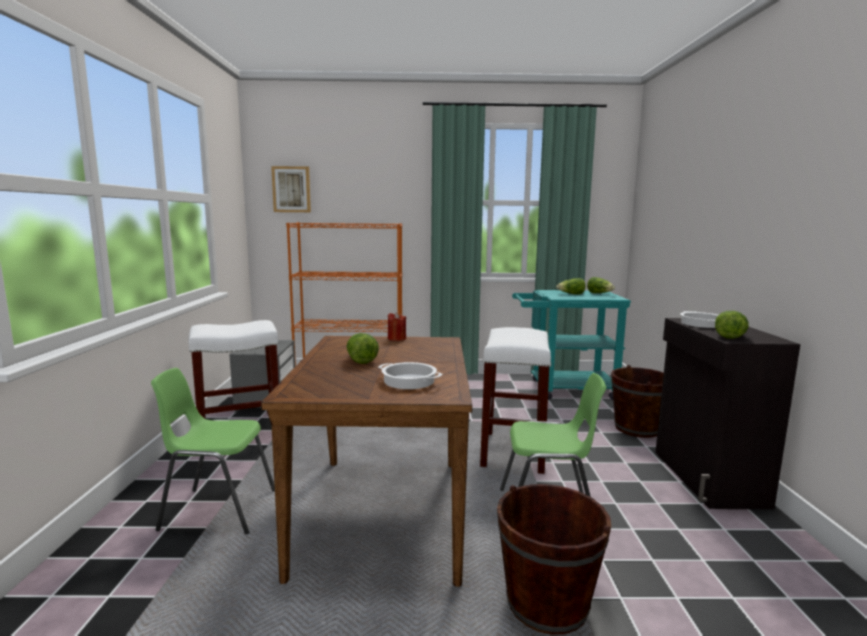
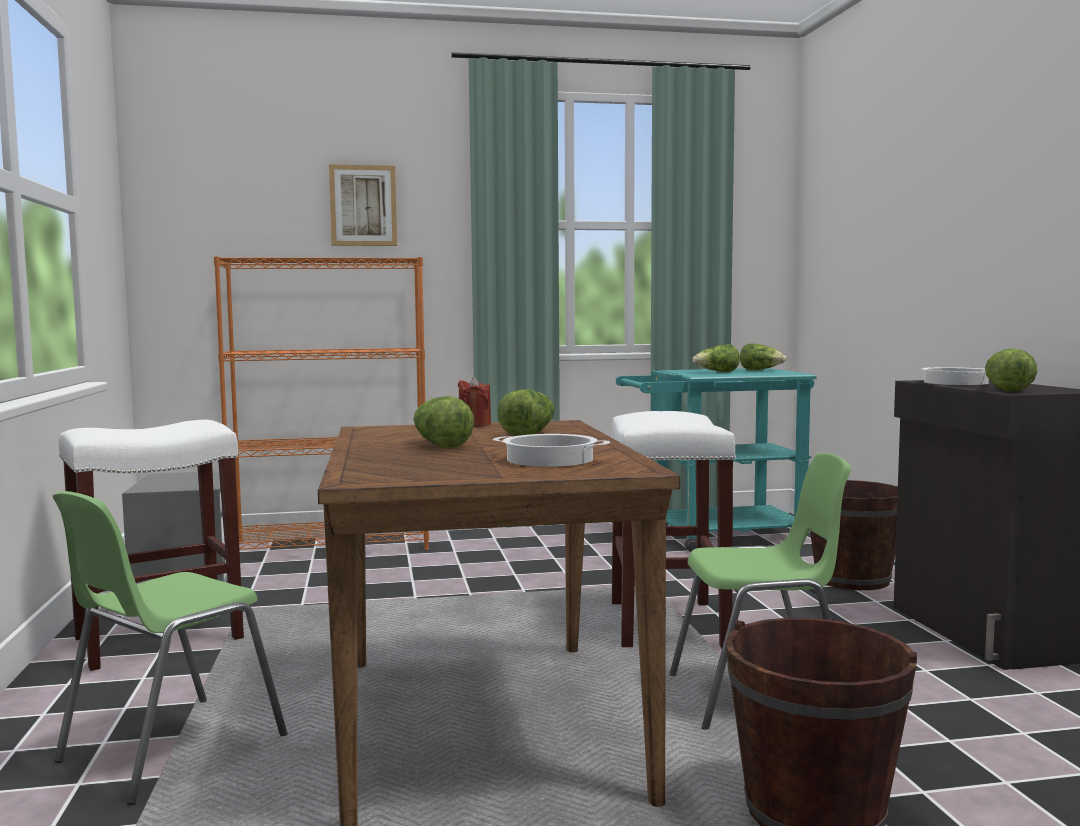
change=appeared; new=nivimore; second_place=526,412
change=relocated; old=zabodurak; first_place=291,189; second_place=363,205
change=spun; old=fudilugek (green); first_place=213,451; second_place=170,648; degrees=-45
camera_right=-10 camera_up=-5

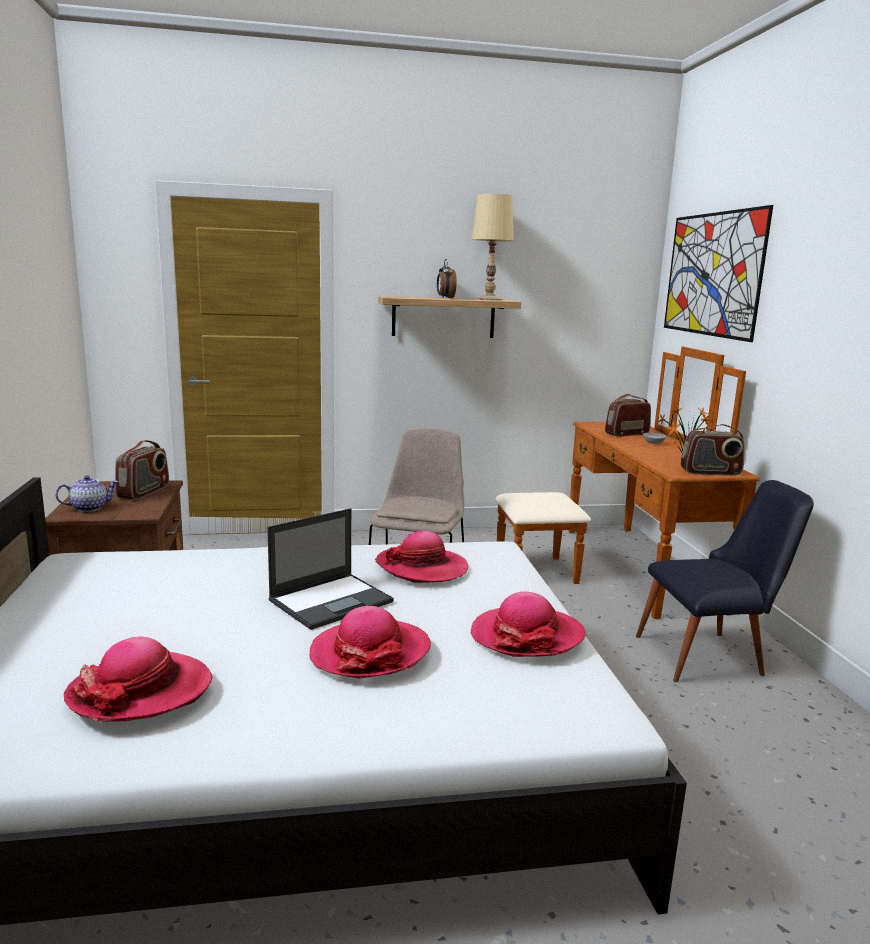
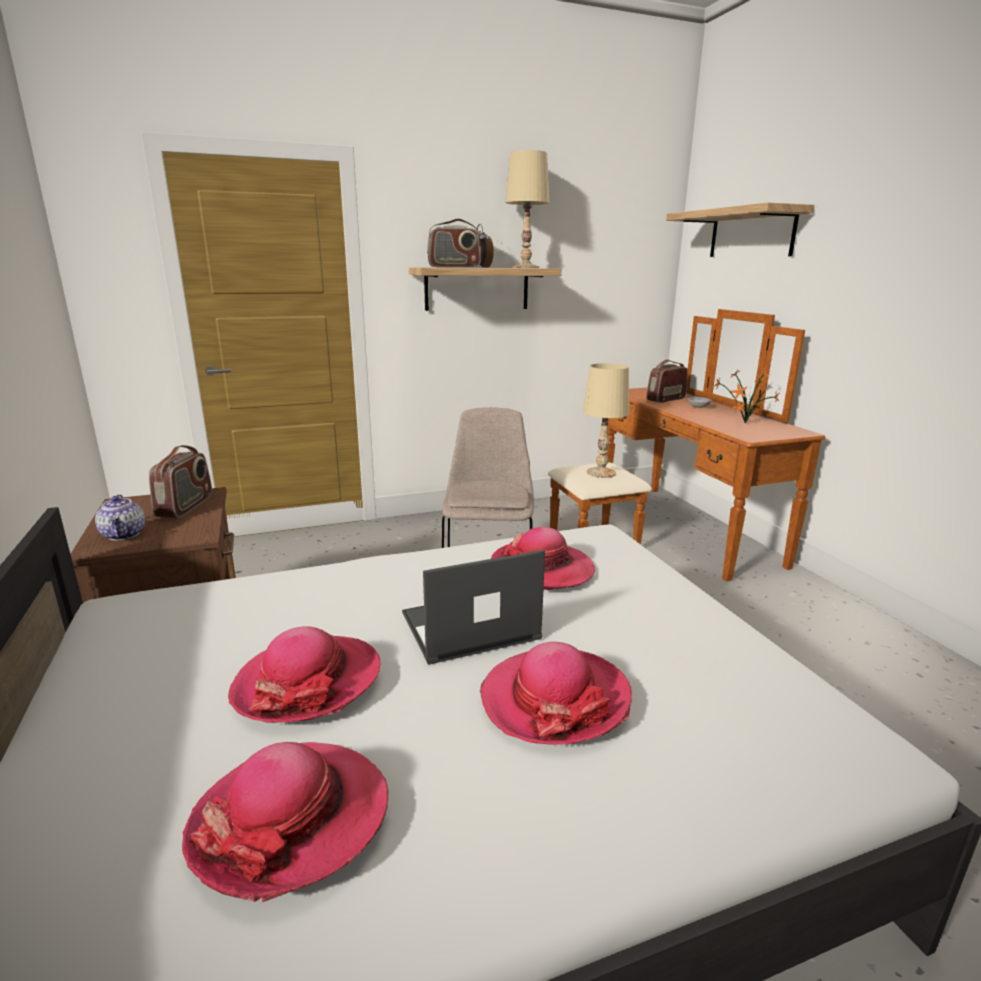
change=missing; old=fudilugek (black); first_place=725,581
change=appeared; new=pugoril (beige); second_place=606,420
change=relocated; old=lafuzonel; first_place=528,624; second_place=304,674
change=relocated; old=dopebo; first_place=713,450; second_place=454,243
change=exchanged; old=zabodurak; new=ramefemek; first_place=718,273; second_place=740,230
change=spun; old=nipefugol; first_place=87,493; second_place=120,518; degrees=105
change=spun; old=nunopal; first_place=330,569; second_place=473,607; degrees=-150
camera_right=-10 camera_up=5

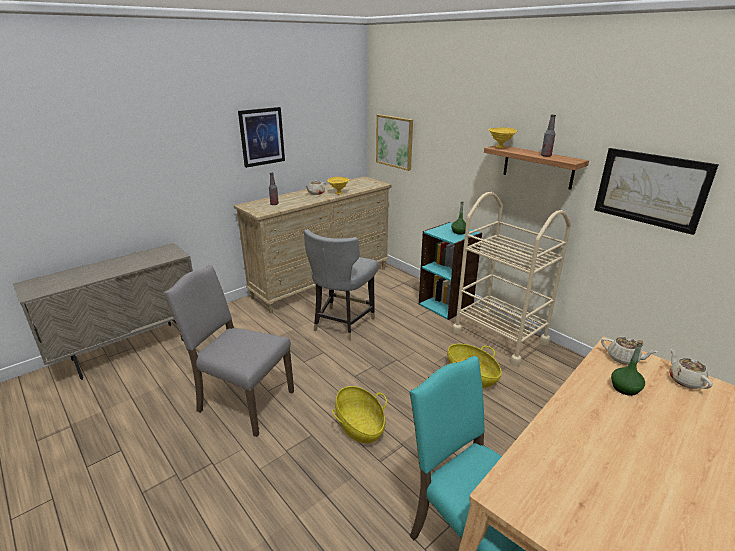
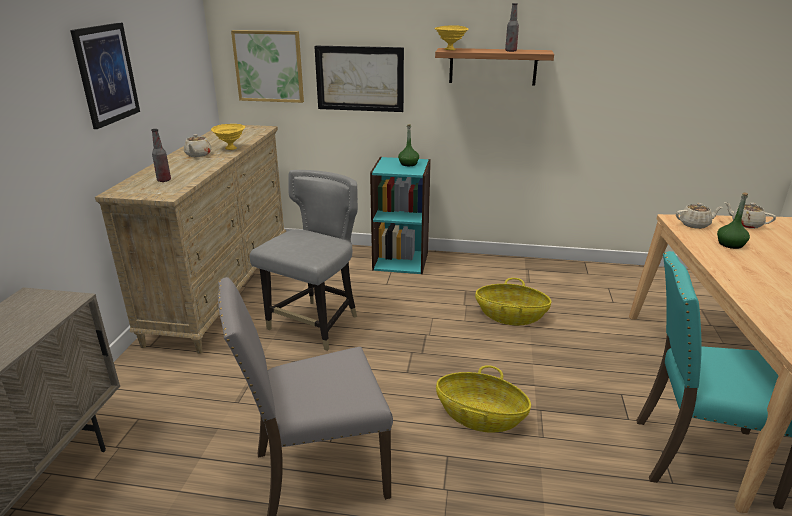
change=missing; old=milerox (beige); first_place=511,279
change=relocated; old=zabodurak; first_place=656,191; second_place=359,79
change=spun; old=fudilugek (grey); first_place=341,284; second_place=304,260; degrees=-135
camera_right=-40 camera_up=0

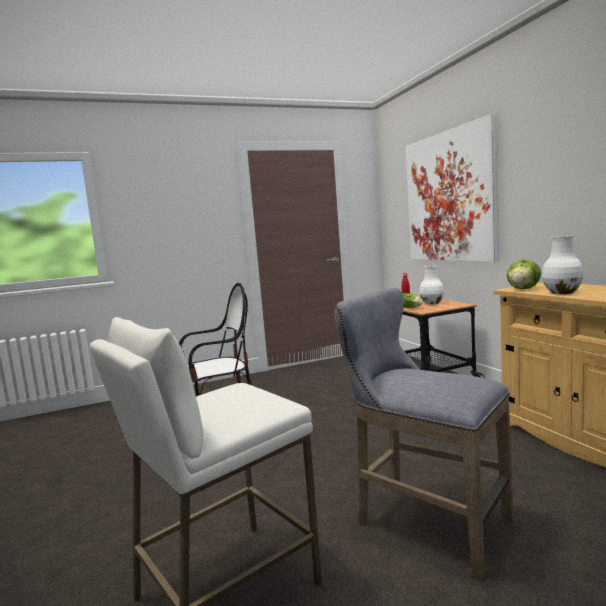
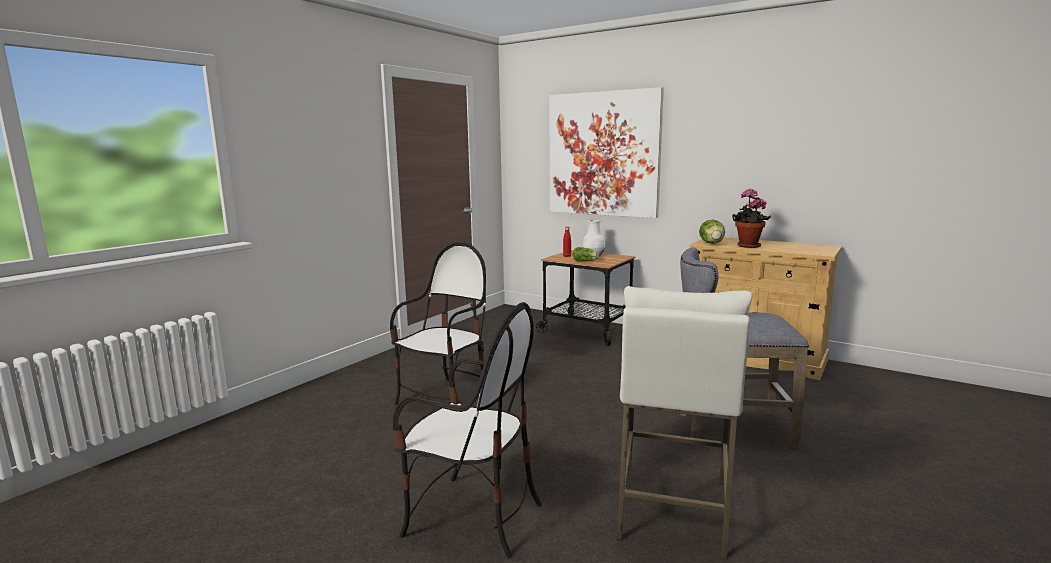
change=appeared; new=fudilugek; second_place=467,430
change=exchanged; old=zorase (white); new=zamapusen; first_place=563,264; second_place=751,218
camera_right=-35 camera_up=5

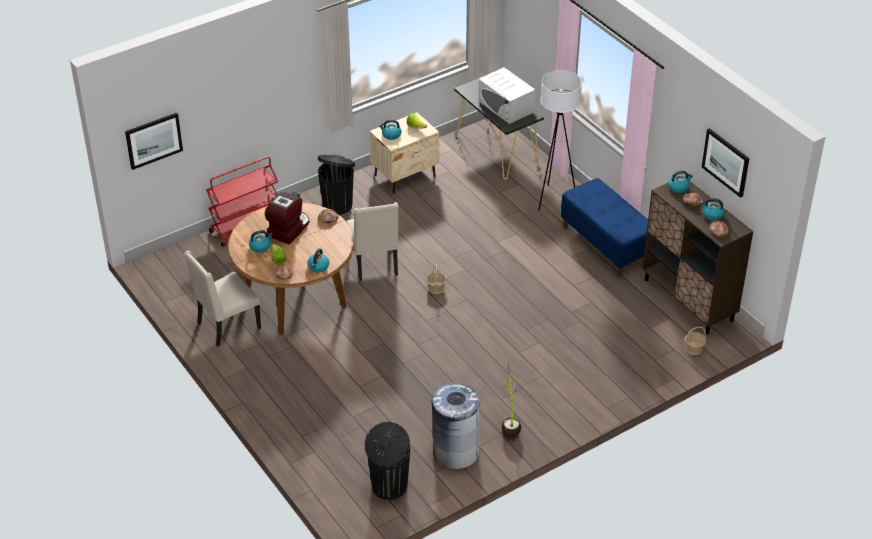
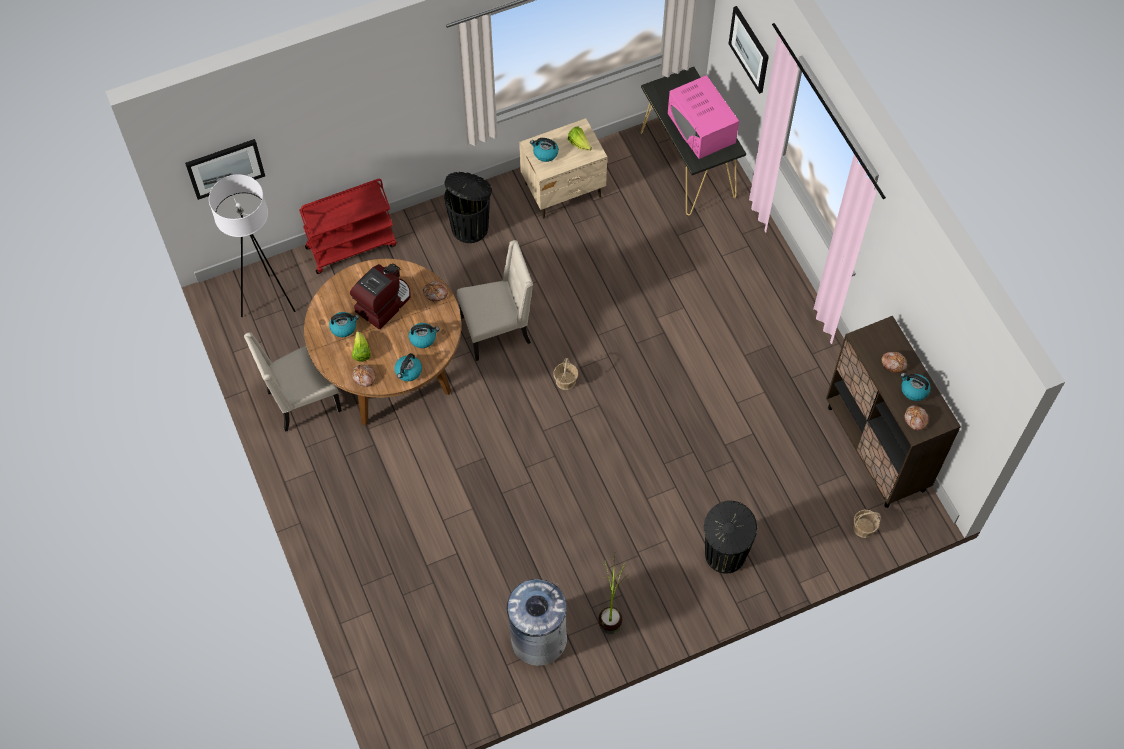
change=missing; old=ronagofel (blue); first_place=604,227
change=relocated; old=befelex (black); first_place=387,461; second_place=730,537
change=relocated; old=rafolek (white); first_place=560,140; second_place=252,245
change=relocated; old=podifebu; first_place=680,182; second_place=424,335
change=relocated; old=zabodurak; first_place=725,163; second_place=749,50
change=colour; old=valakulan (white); new=valakulan (pink); first_place=507,95; second_place=703,117
change=spun; old=fudilugek (beige); first_place=372,241; second_place=495,300; degrees=-105
camera_right=10 camera_up=20

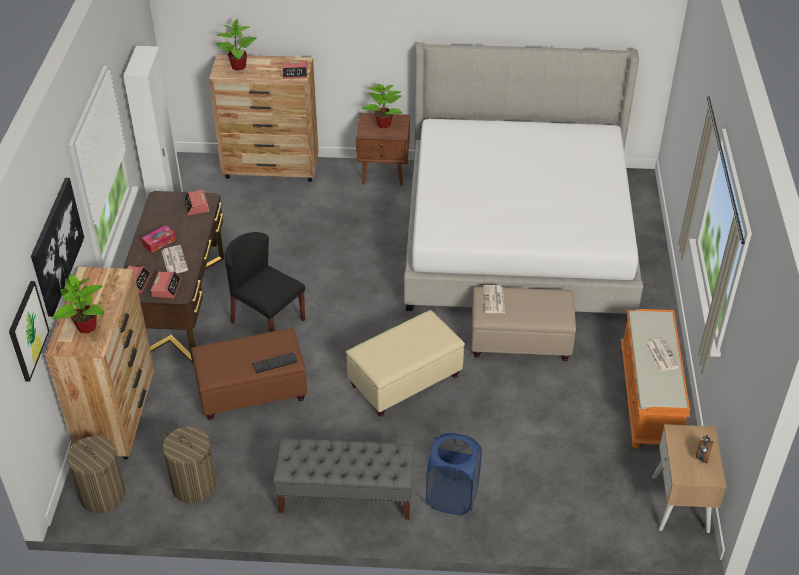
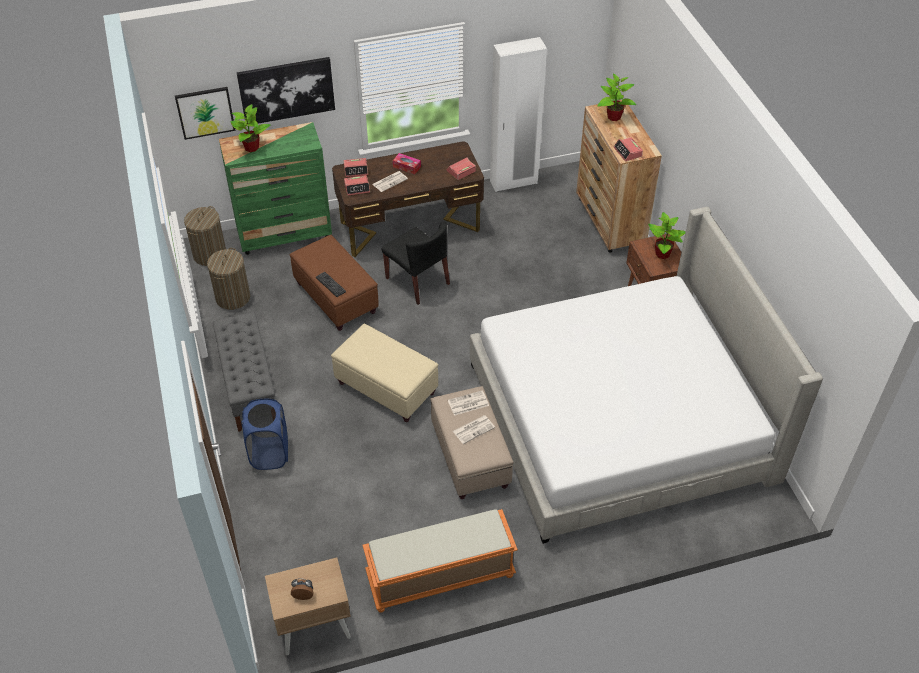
change=relocated; old=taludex; first_place=662,354; second_place=474,429
change=colour; old=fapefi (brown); new=fapefi (green); first_place=100,363; second_place=275,188
change=spun; old=fudilugek (black); first_place=265,282; second_place=416,263; degrees=120
camera_right=70 camera_up=5

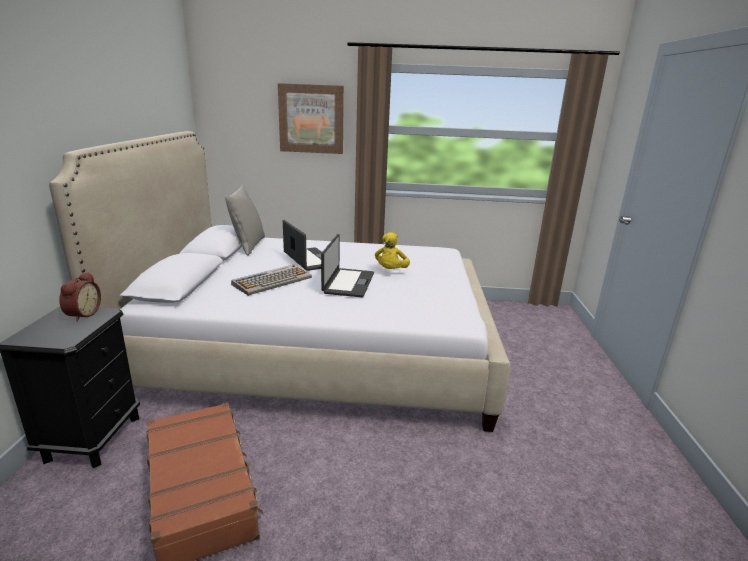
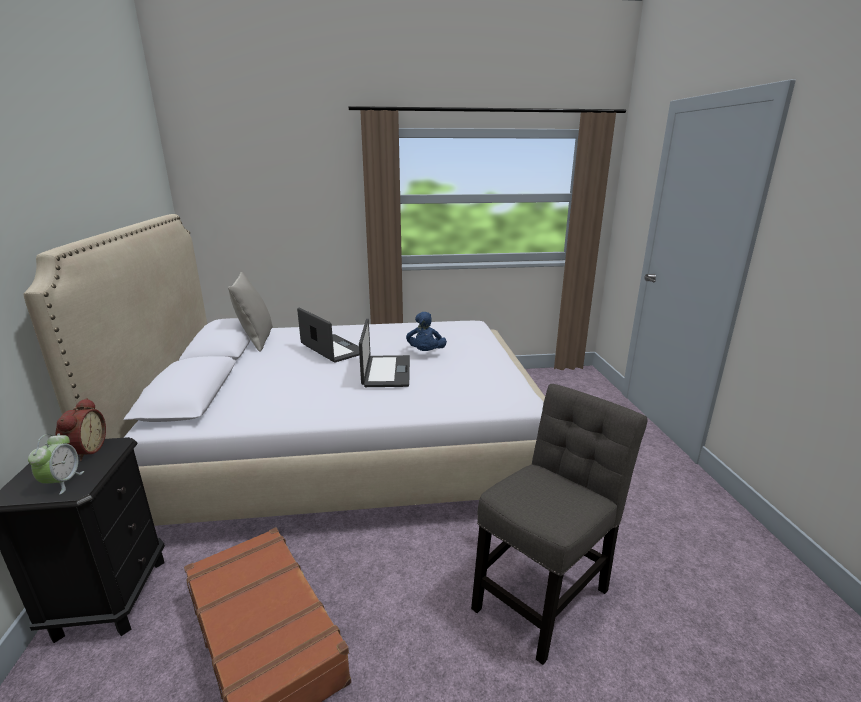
change=missing; old=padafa; first_place=271,280
change=missing; old=zabodurak; first_place=311,118
change=appeared; new=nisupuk; second_place=56,463
change=appeared; new=fudilugek (grey); second_place=559,524
change=colour; old=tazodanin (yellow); new=tazodanin (blue); first_place=392,250; second_place=426,331
camera_right=-10 camera_up=0

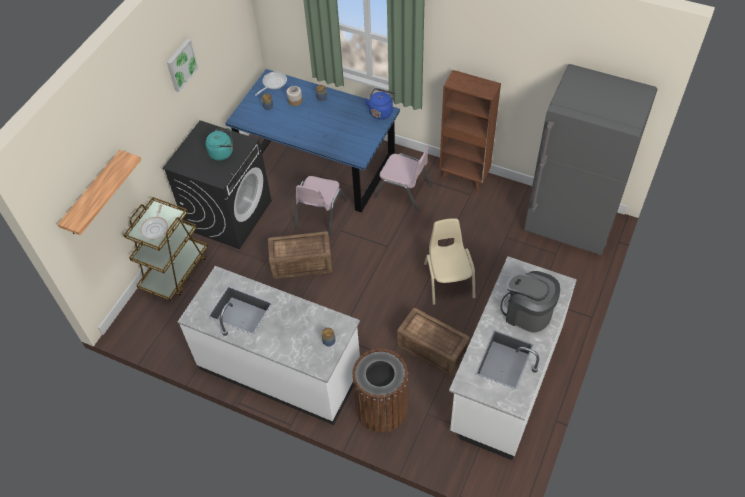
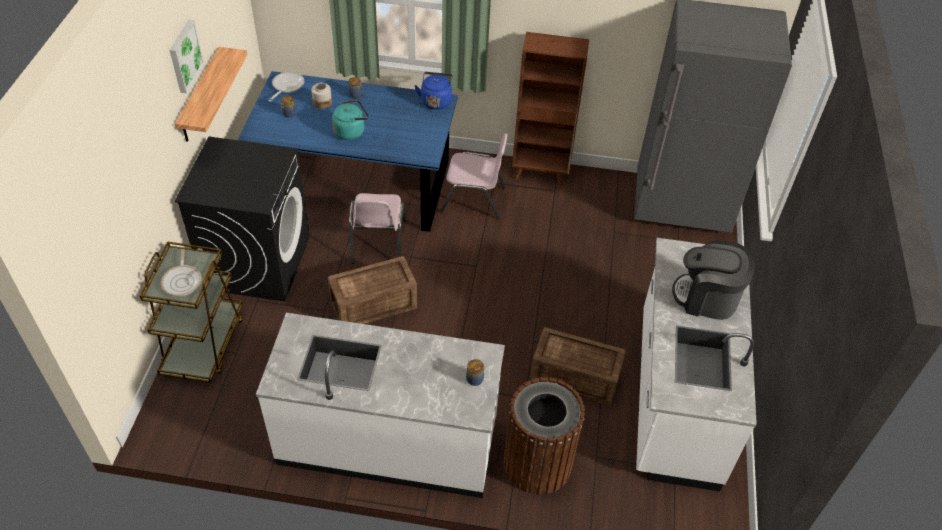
change=missing; old=fudilugek (beige); first_place=449,261
change=relocated; old=ramefemek; first_place=99,192; second_place=211,94
change=relocated; old=podifebu (turquoise); first_place=219,144; second_place=350,120
camera_right=-20 camera_up=-5

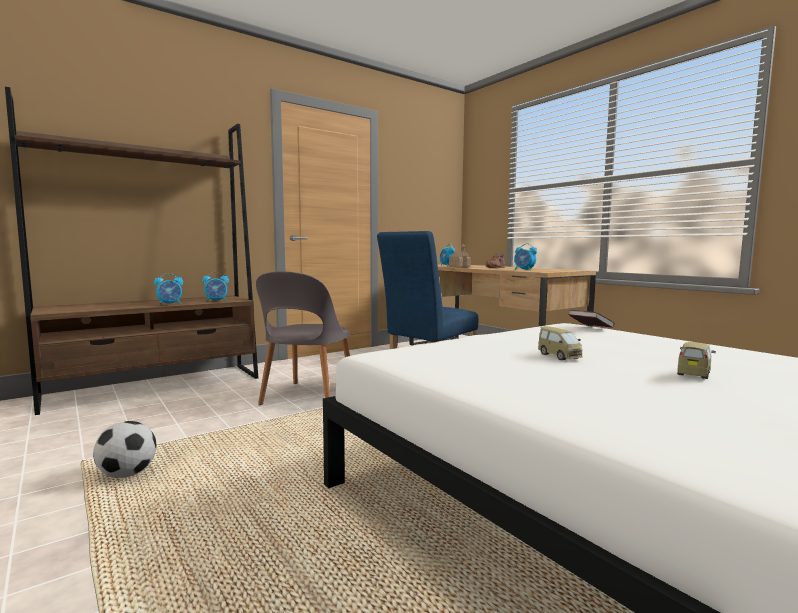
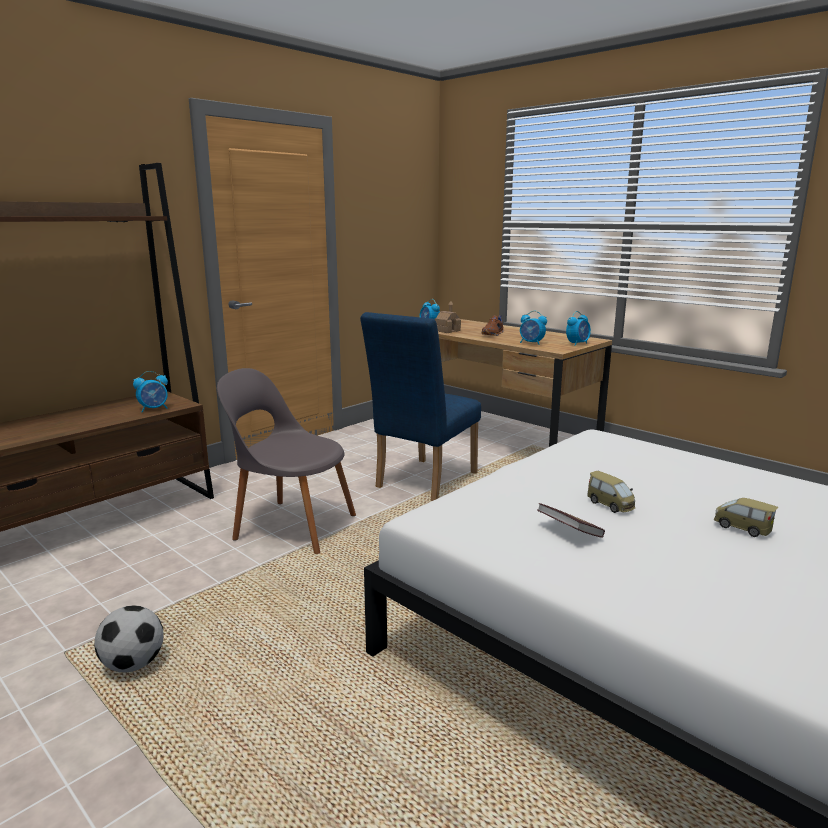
change=relocated; old=nisupuk; first_place=168,289; second_place=578,328
change=relocated; old=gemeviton; first_place=591,319; second_place=571,520
change=spun; old=fudilugek (grey); first_place=303,338; second_place=286,461; degrees=105
change=spun; old=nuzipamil; first_place=696,360; second_place=746,517; degrees=-75
camera_right=-10 camera_up=10

